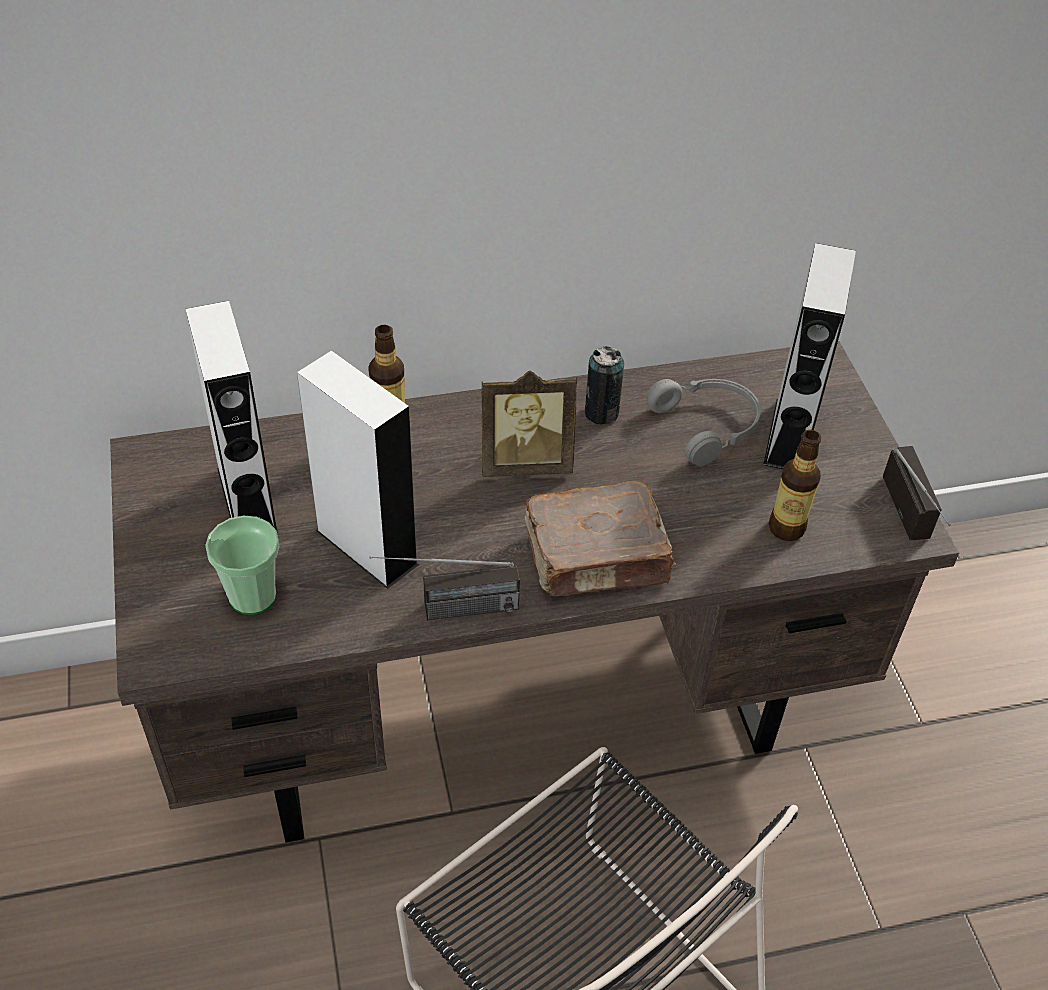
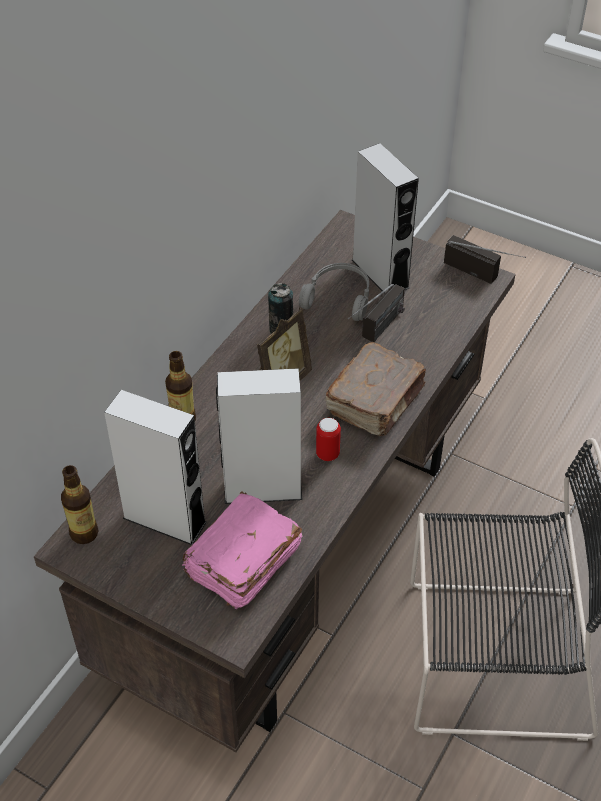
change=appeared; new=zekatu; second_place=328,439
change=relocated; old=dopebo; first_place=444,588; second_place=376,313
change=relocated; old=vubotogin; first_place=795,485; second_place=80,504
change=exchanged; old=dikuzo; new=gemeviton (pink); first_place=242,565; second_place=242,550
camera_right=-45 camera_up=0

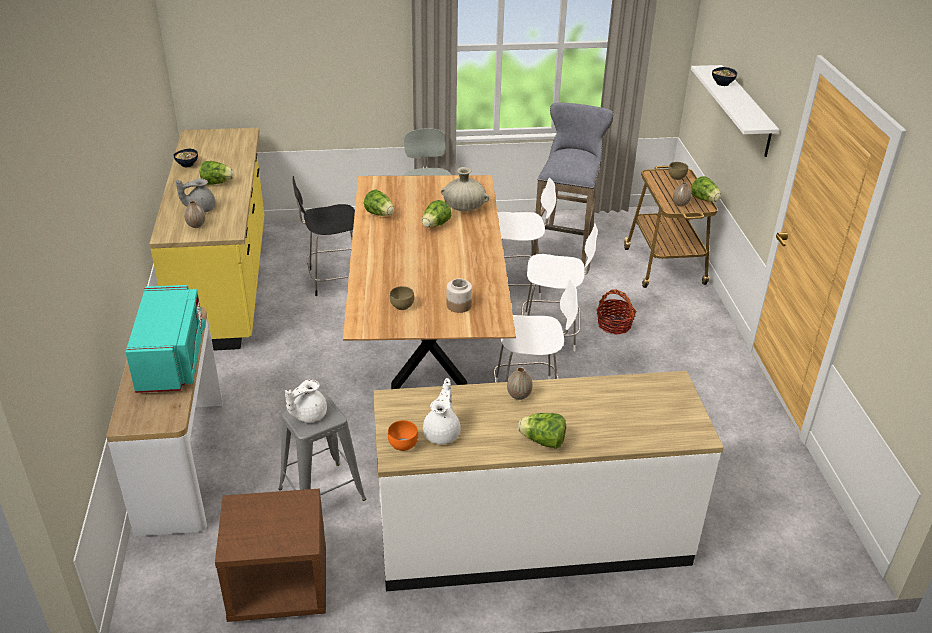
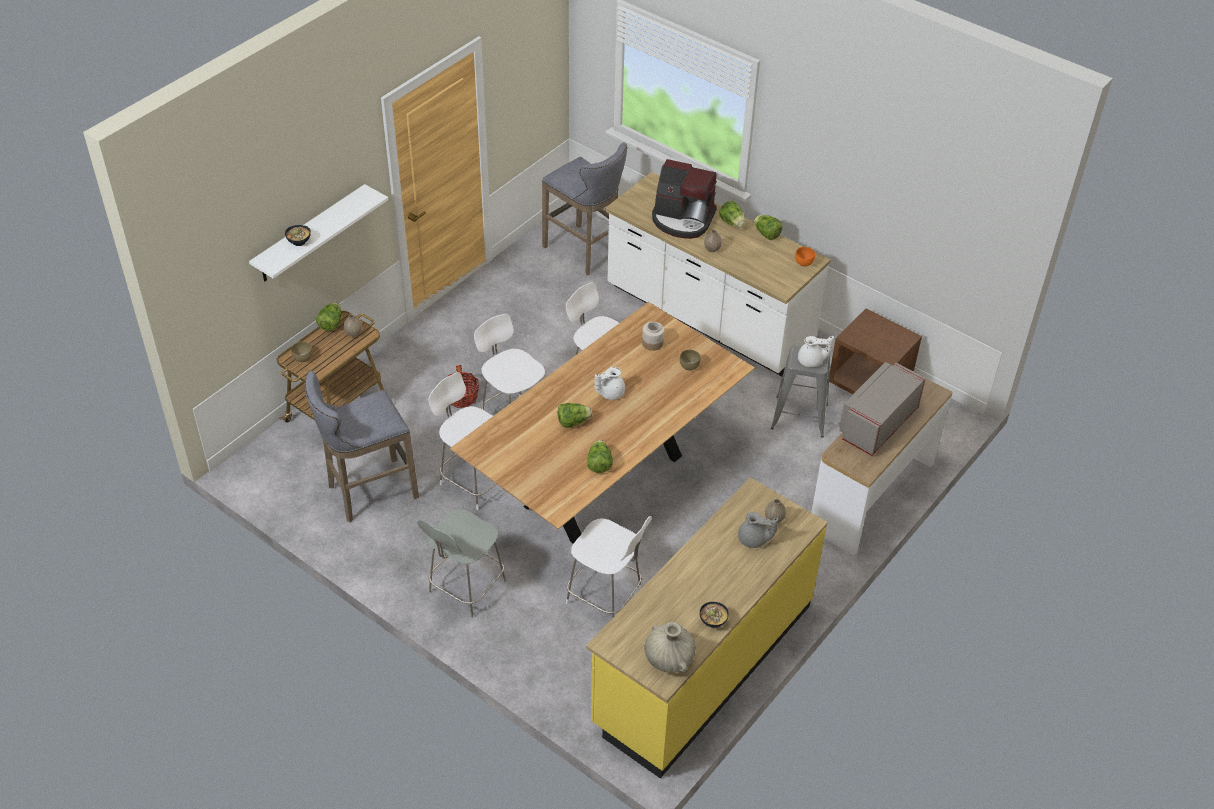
change=appeared; new=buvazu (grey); second_place=584,208
change=appeared; new=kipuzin; second_place=684,199
change=relocated; old=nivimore; first_place=217,173; second_place=768,227
change=relocated; old=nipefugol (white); first_place=442,411; second_place=609,383
change=relocated; old=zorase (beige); first_place=465,189; second_place=670,647
change=colour; old=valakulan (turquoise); new=valakulan (grey); first_place=165,339; second_place=882,409
change=colour; old=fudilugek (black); new=fudilugek (white); first_place=324,236; second_place=609,567
camera_right=-135 camera_up=10

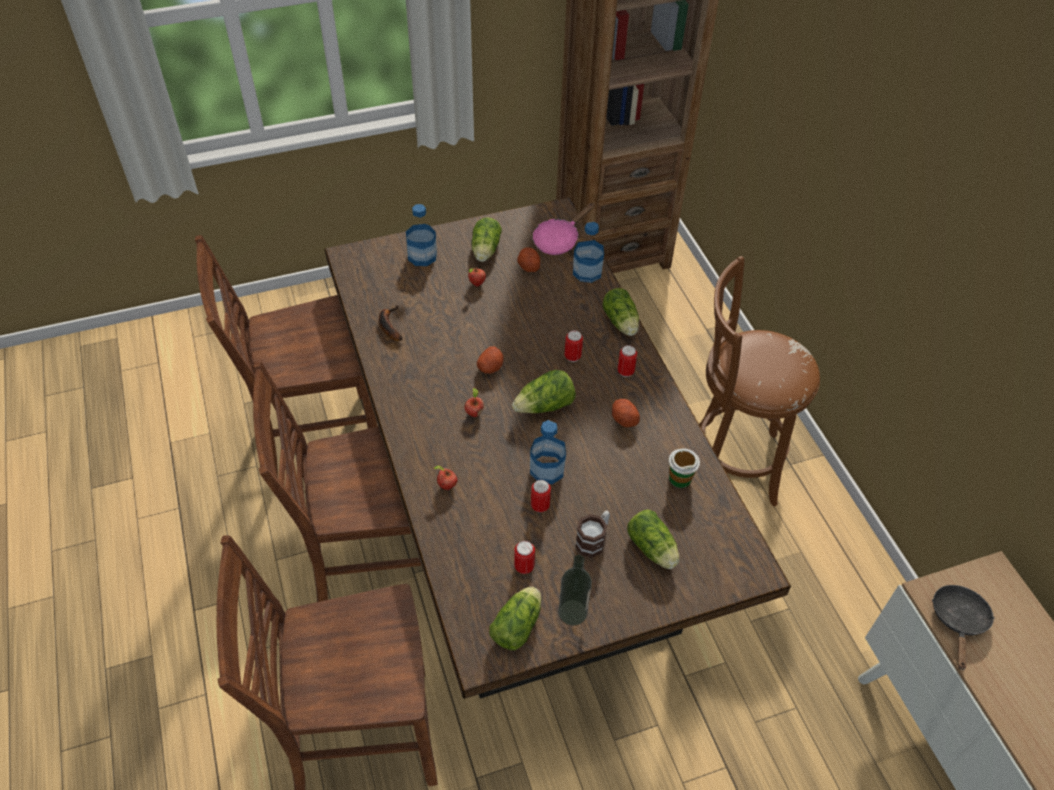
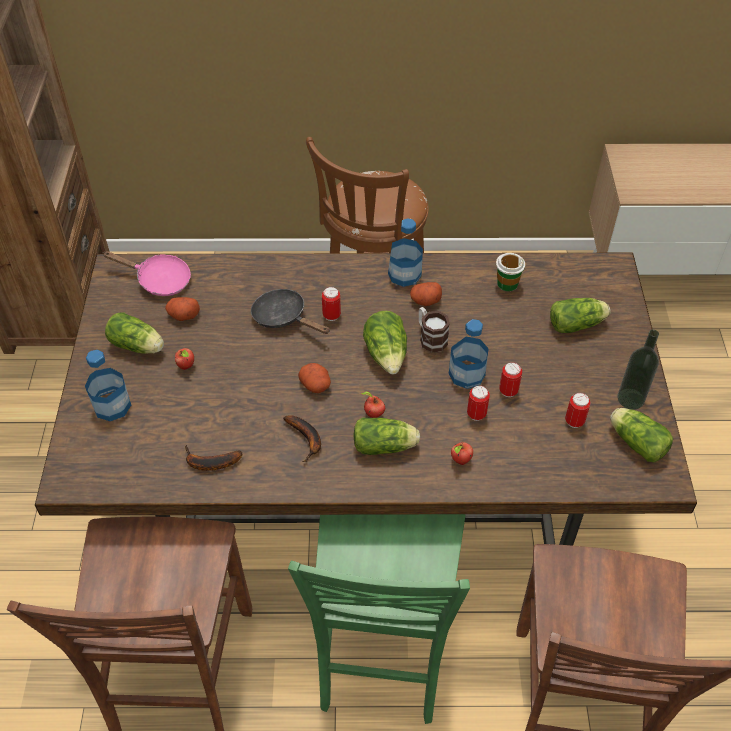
change=appeared; new=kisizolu; second_place=302,438
change=relocated; old=vubotogin; first_place=588,252; second_place=405,252
change=relocated; old=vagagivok; first_place=592,533; second_place=434,330
change=relocated; old=nivimore; first_place=621,312; second_place=386,436
change=relocated; old=zekatu; first_place=627,361; second_place=478,403
change=relocated; old=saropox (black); first_place=963,627; second_place=290,311
change=colour; old=fudilugek (brown); new=fudilugek (green); first_place=337,481; second_place=379,619
change=spun; old=saropox (pink); first_place=564,229; second_place=147,273; degrees=-45
camera_right=-70 camera_up=0

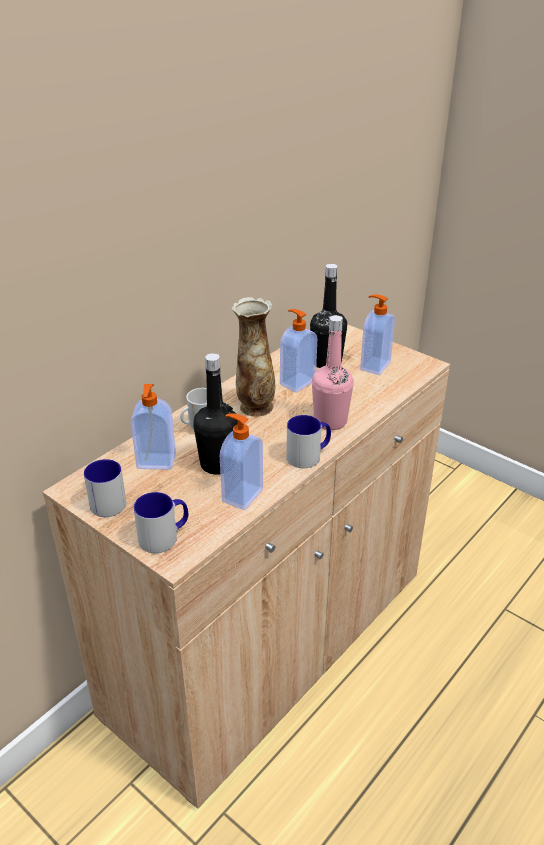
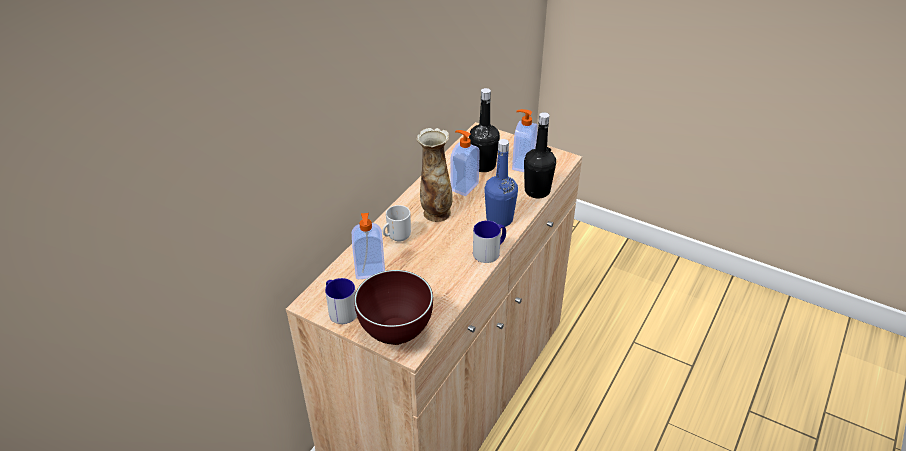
change=missing; old=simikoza; first_place=241,461
change=relocated; old=vubotogin (black); first_place=215,414; second_place=540,155
change=exchanged; old=vagagivok; new=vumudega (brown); first_place=161,522; second_place=393,307
change=colour; old=vubotogin (pink); new=vubotogin (blue); first_place=333,372; second_place=501,183
camera_right=-10 camera_up=5

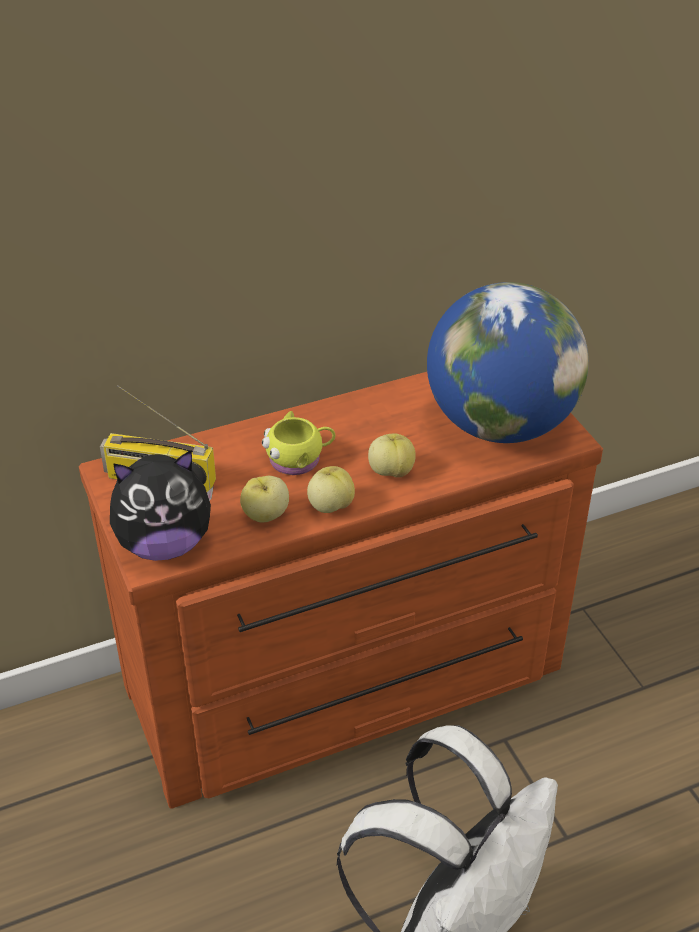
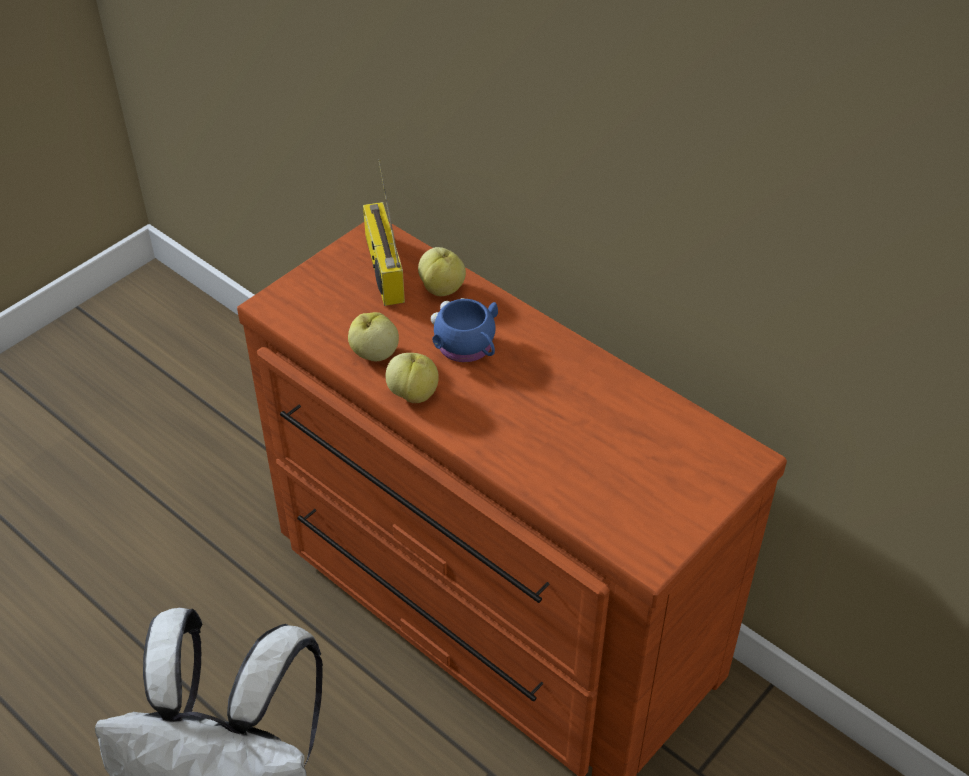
change=missing; old=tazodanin; first_place=161,505
change=missing; old=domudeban; first_place=508,362
change=relocated; old=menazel; first_place=392,455; second_place=442,271
change=colour; old=vagagivok (yellow); new=vagagivok (blue); first_place=298,443; second_place=464,330
camera_right=65 camera_up=5

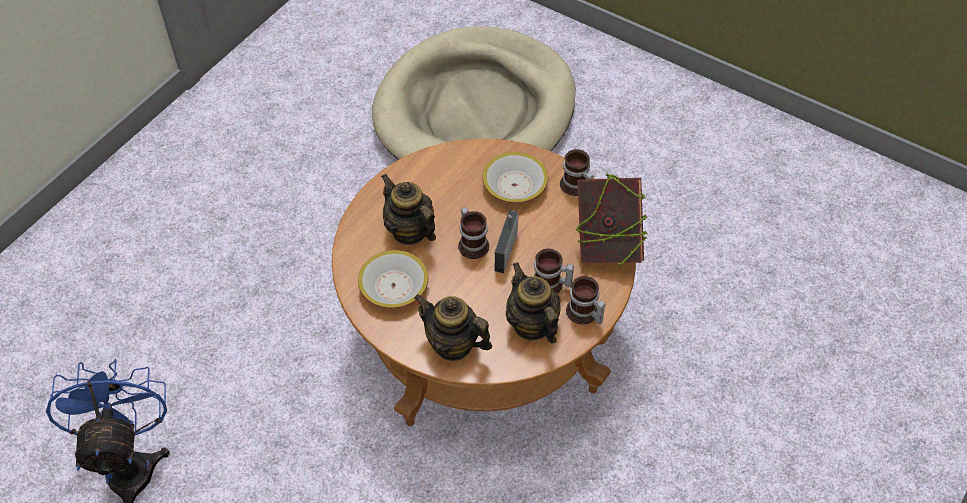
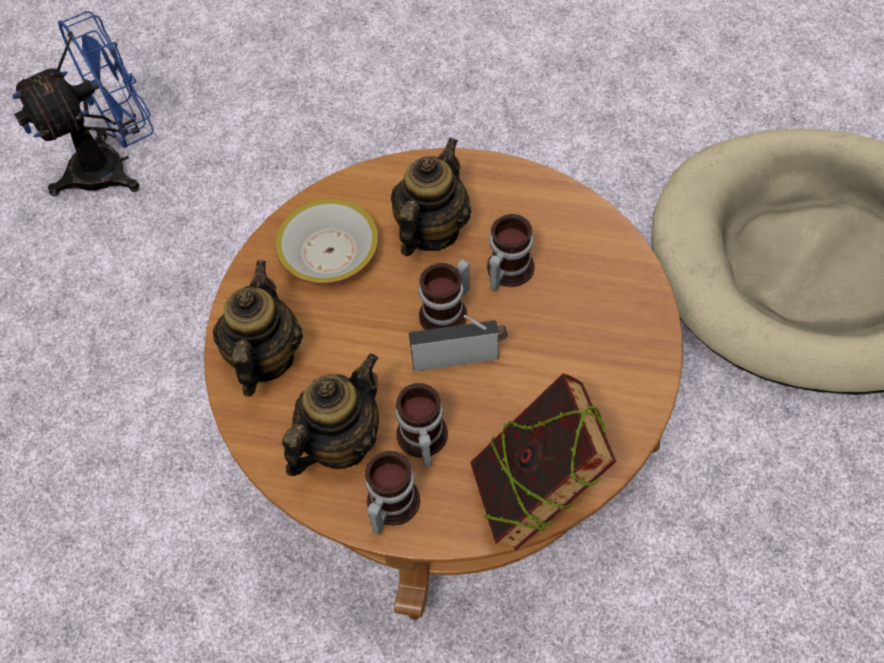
change=missing; old=vumudega; first_place=515,177
change=relocated; old=vagagivok; first_place=577,172; second_place=511,252
camera_right=70 camera_up=5

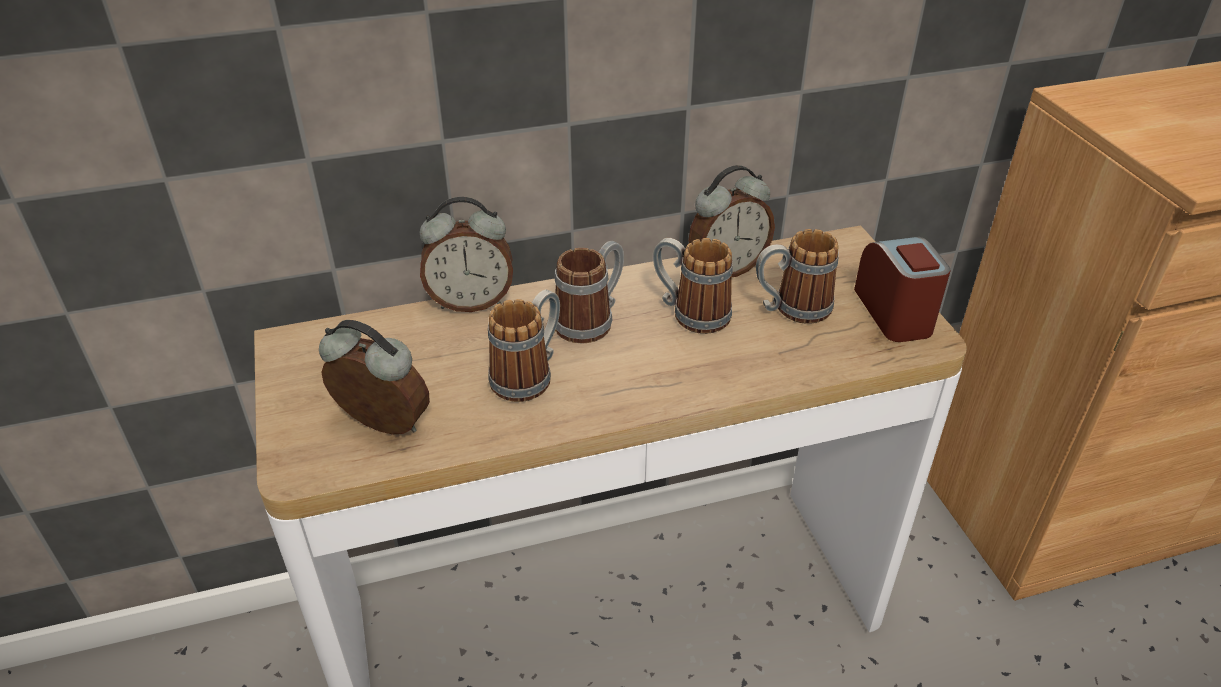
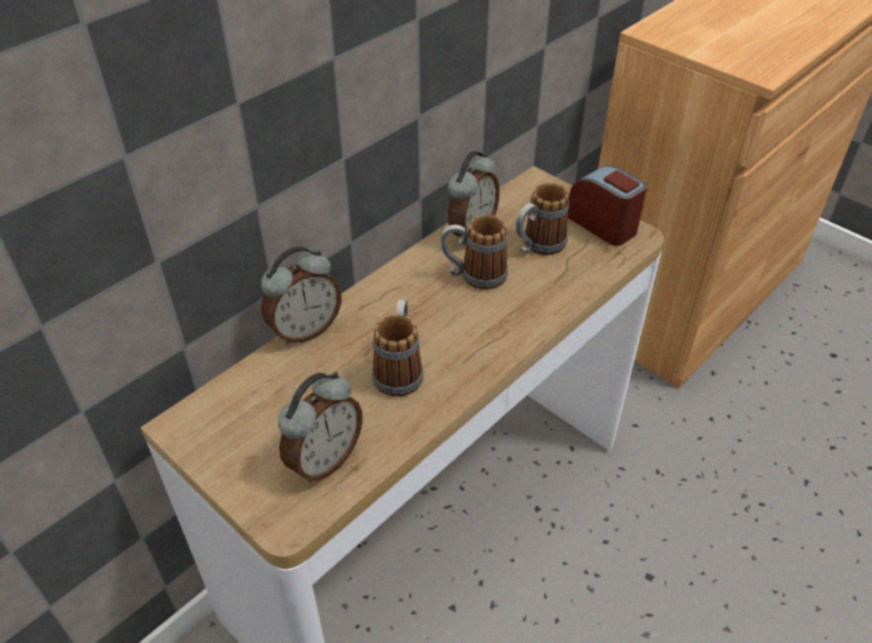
change=missing; old=vagagivok; first_place=589,292
change=spun; old=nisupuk; first_place=374,377; second_place=320,427; degrees=135
camera_right=-30 camera_up=5

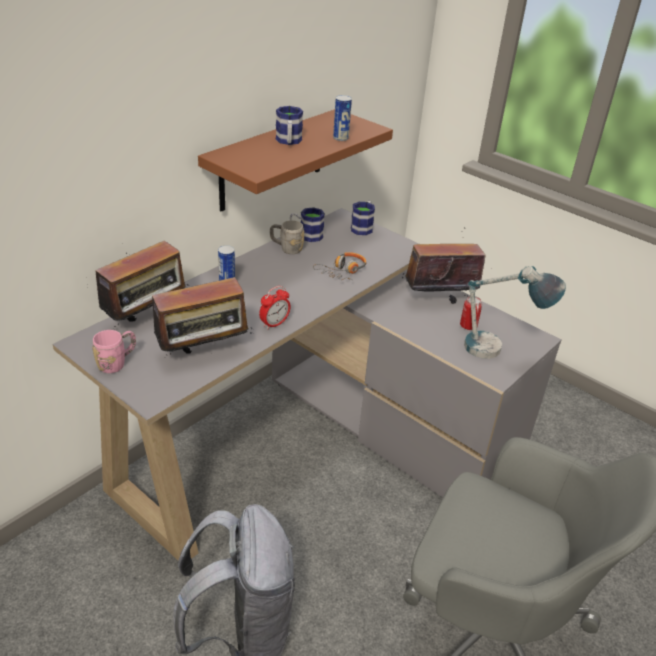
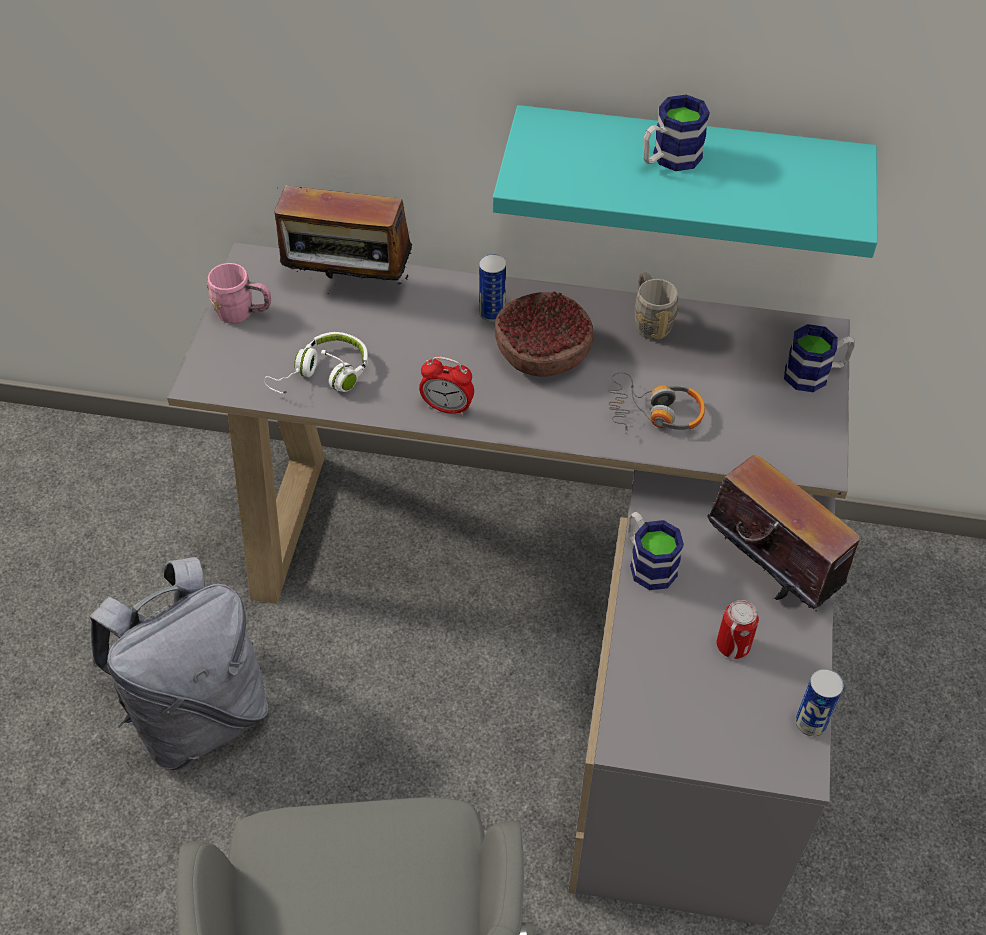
change=missing; old=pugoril; first_place=515,312
change=appeared; new=vumudega; second_place=544,334
change=relocated; old=vagagivok; first_place=307,224; second_place=656,551
change=relocated; old=zekatu; first_place=342,118; second_place=820,702
change=exchanged; old=dopebo; new=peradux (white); first_place=202,319; second_place=316,363
change=colour; old=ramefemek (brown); new=ramefemek (turquoise); first_place=295,160; second_place=685,181
camera_right=60 camera_up=15

